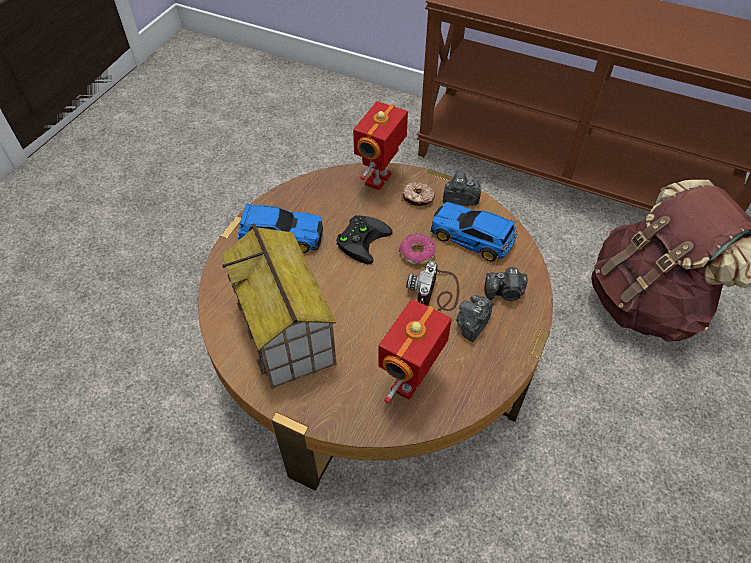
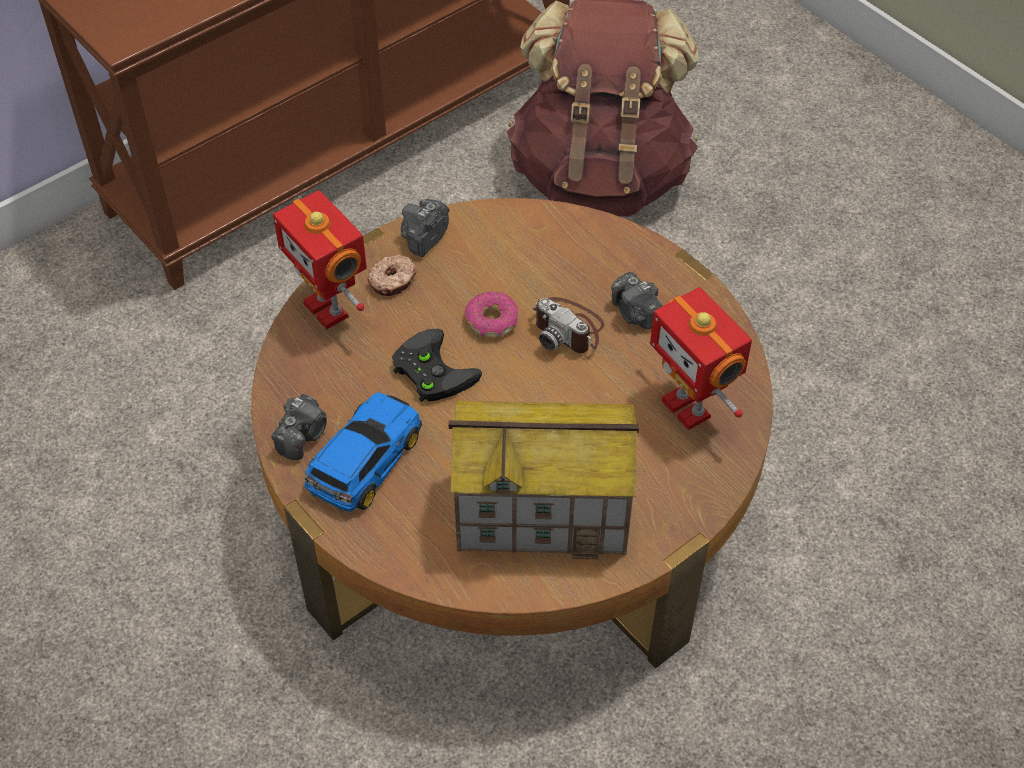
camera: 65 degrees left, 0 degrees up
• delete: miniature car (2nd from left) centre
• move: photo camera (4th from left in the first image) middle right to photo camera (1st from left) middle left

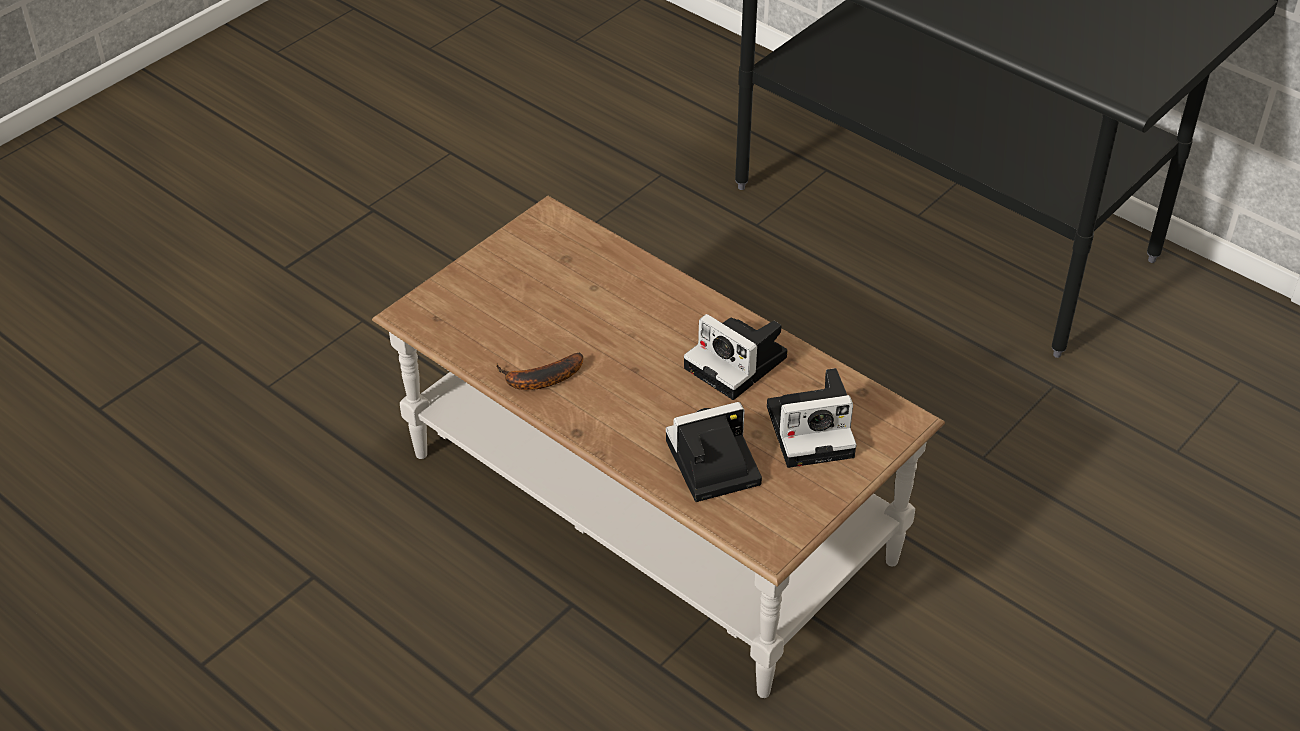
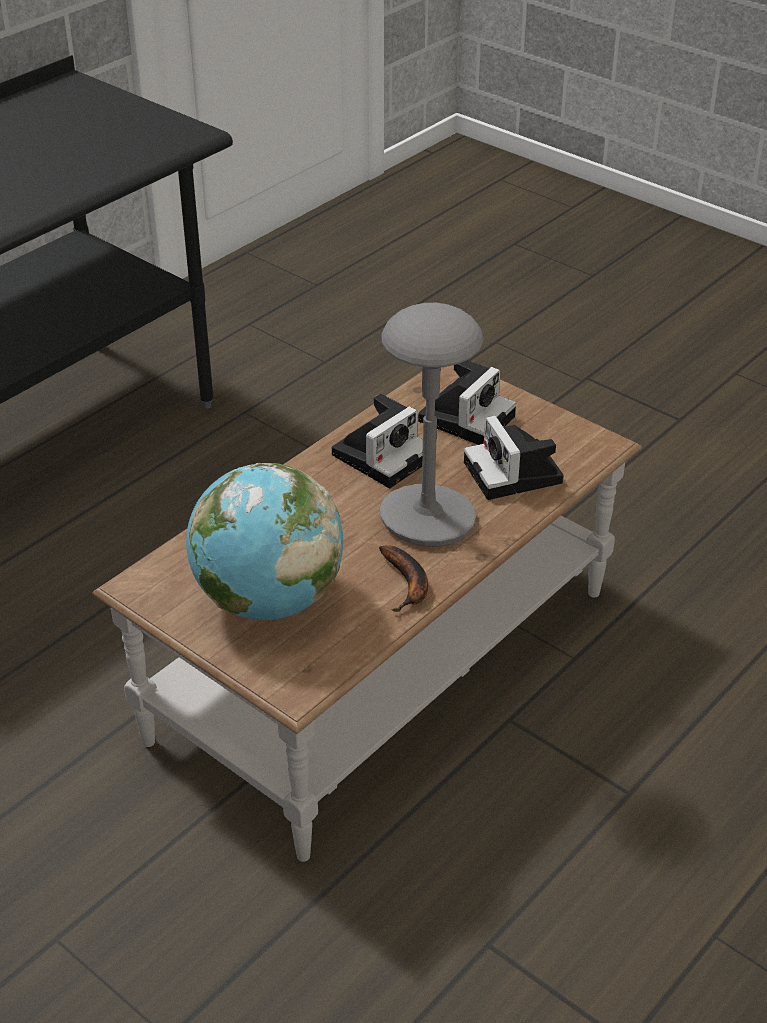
camera: 90 degrees left, 5 degrees down
• rotate: photo camera (3rd from left in the first image) centre = centre 45 degrees clockwise
• insert: grey lamp for a table centre
• insert: world globe centre

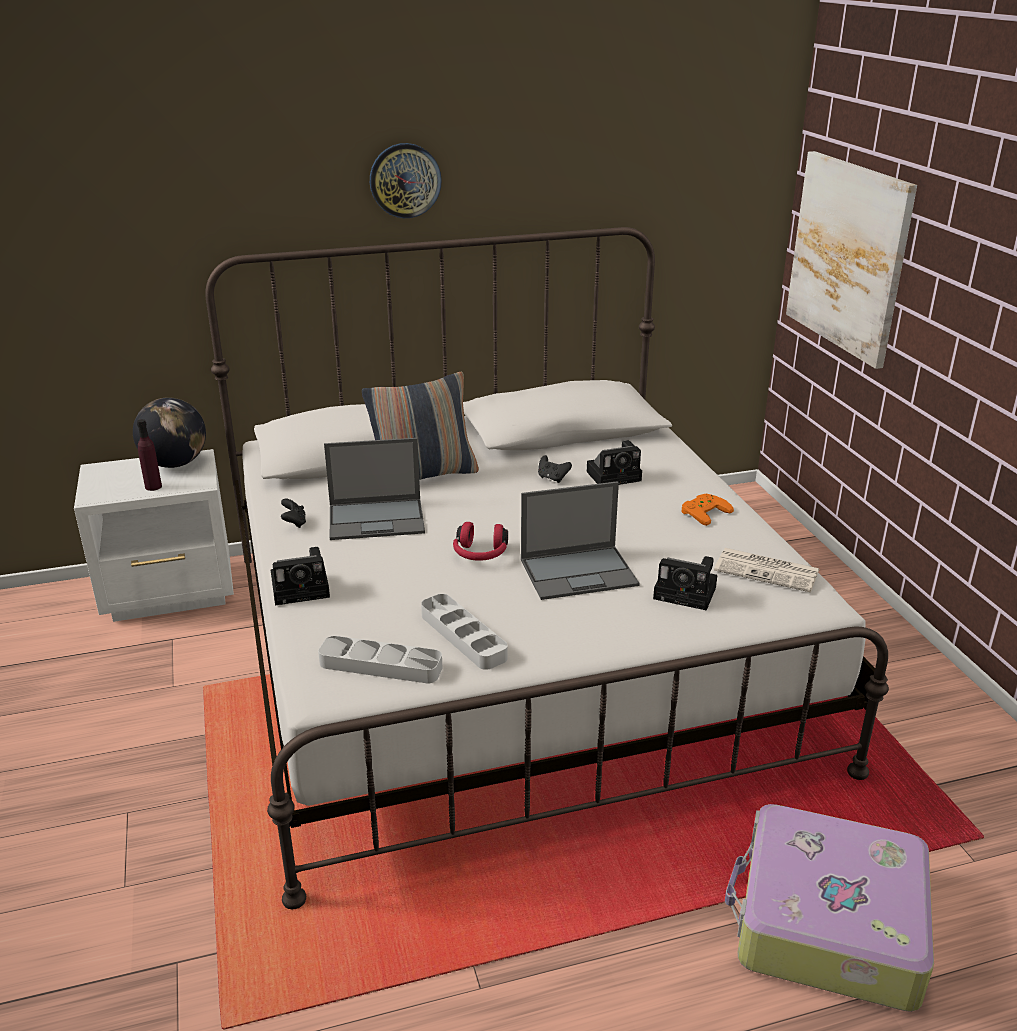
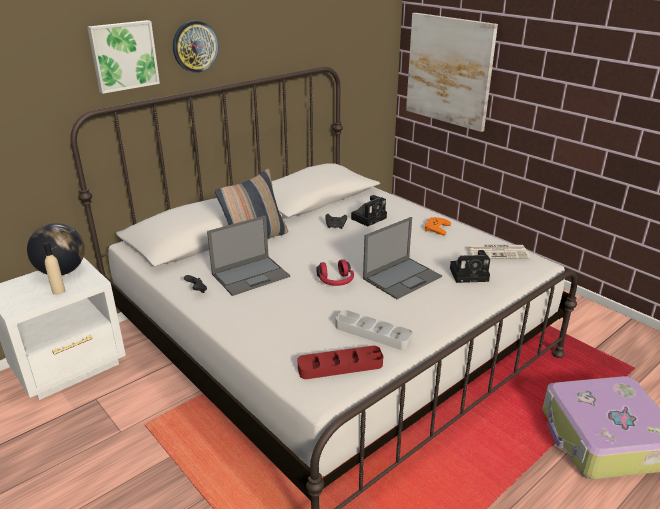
camera: 25 degrees left, 0 degrees up
• recolor: purple beverage bottle middle left to sand-coloured beverage bottle middle left
• delete: photo camera (1st from left) middle left
• recolor: grey carrying tray (1st from left) centre to red carrying tray bottom centre
• insert: wall art (1st from left) top left

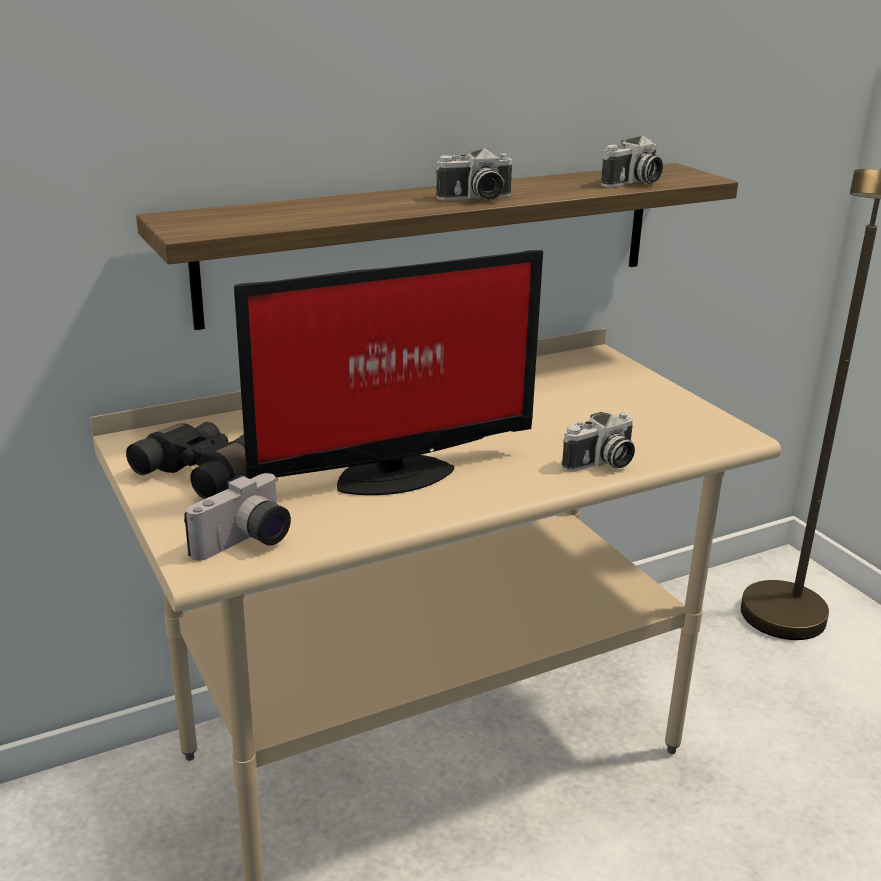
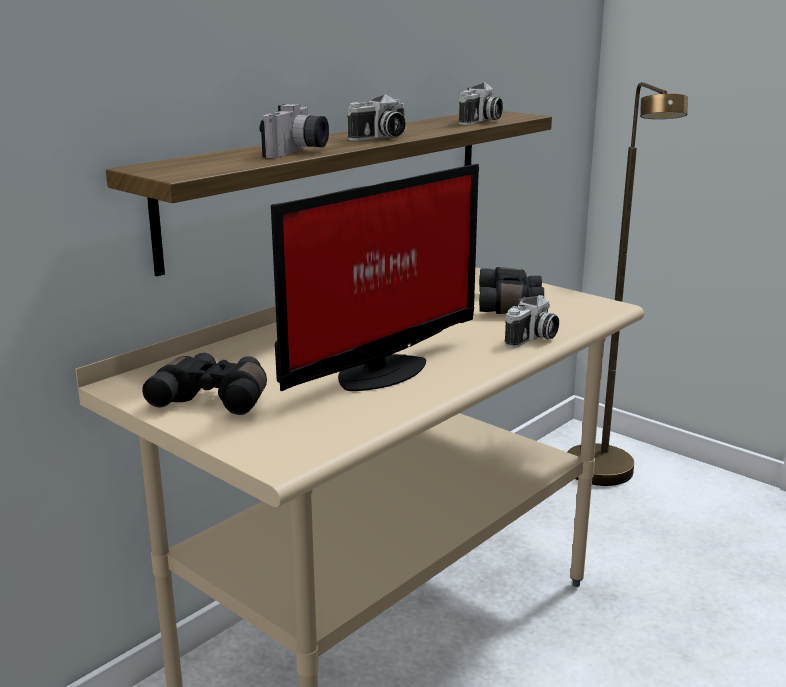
camera: 20 degrees left, 5 degrees down
• move: photo camera (1st from left) middle left to top centre
• insert: blackish binoculars (2nd from left) centre

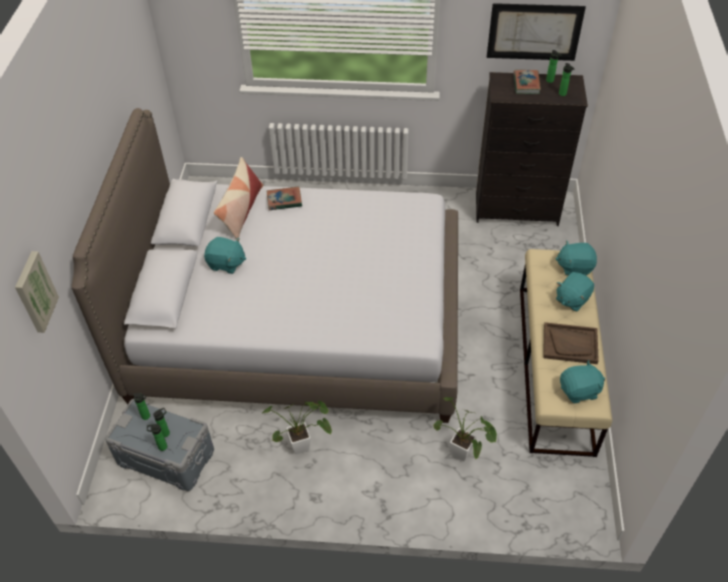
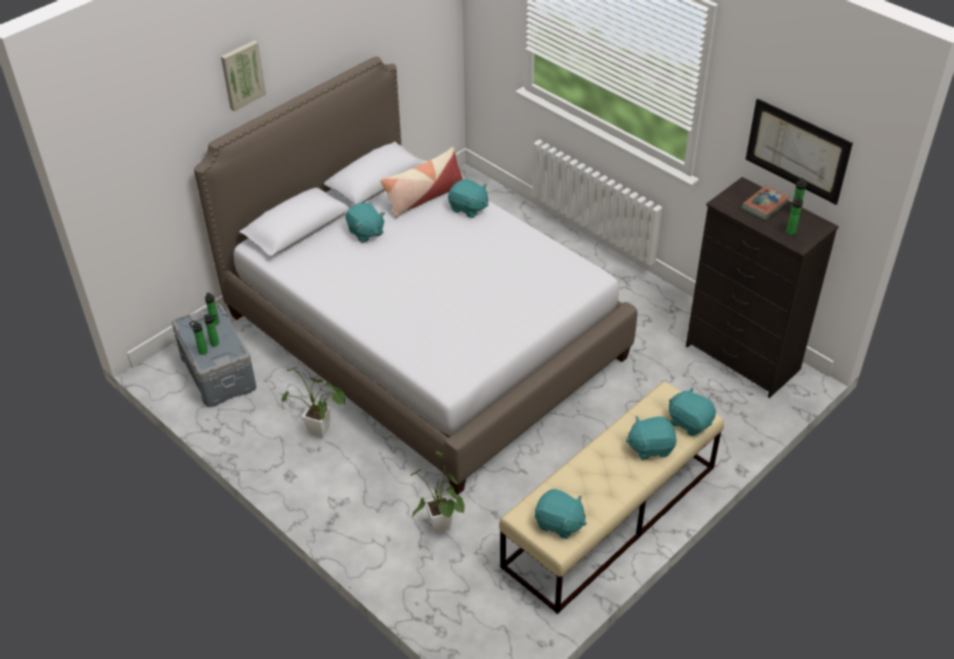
camera: 40 degrees right, 5 degrees down
• replace: bound book (1st from left) centre to turquoise cuddly toy (2nd from left) top centre
• move: wall art (1st from left) middle left to top left
• delete: brown-coloured carrying tray middle right

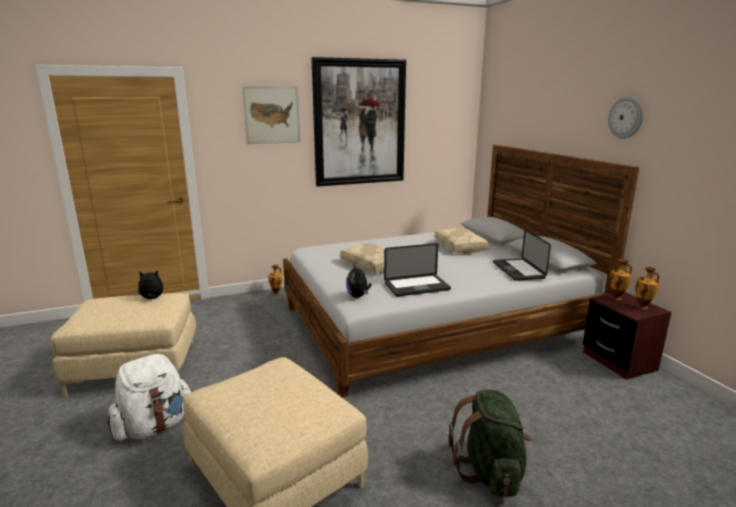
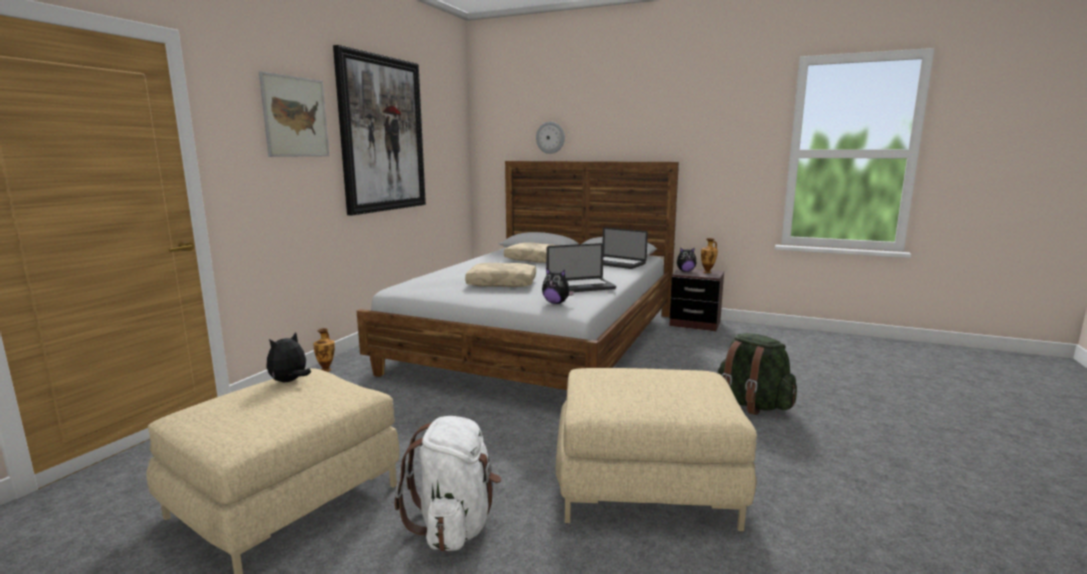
camera: 45 degrees left, 5 degrees down
• move: hanging clock top right to top centre
• rotate: laptop (1st from left) centre = centre 45 degrees clockwise
• replace: flower vase (2nd from left) middle right to cuddly toy (3rd from left) centre

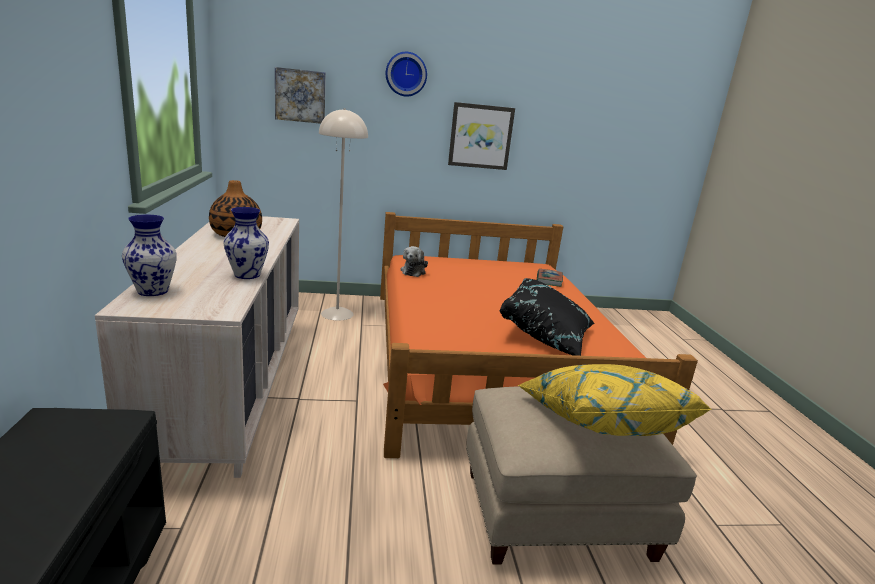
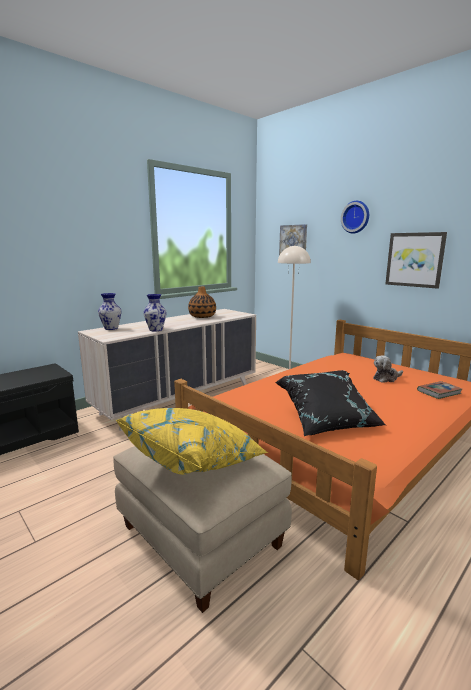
camera: 55 degrees right, 5 degrees down
• move: cuddly toy centre to middle right

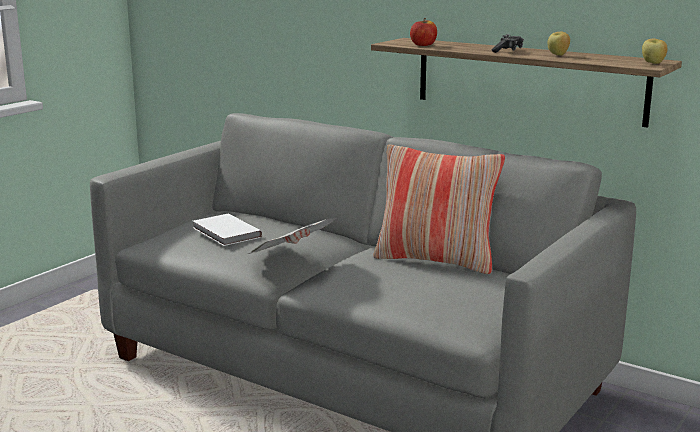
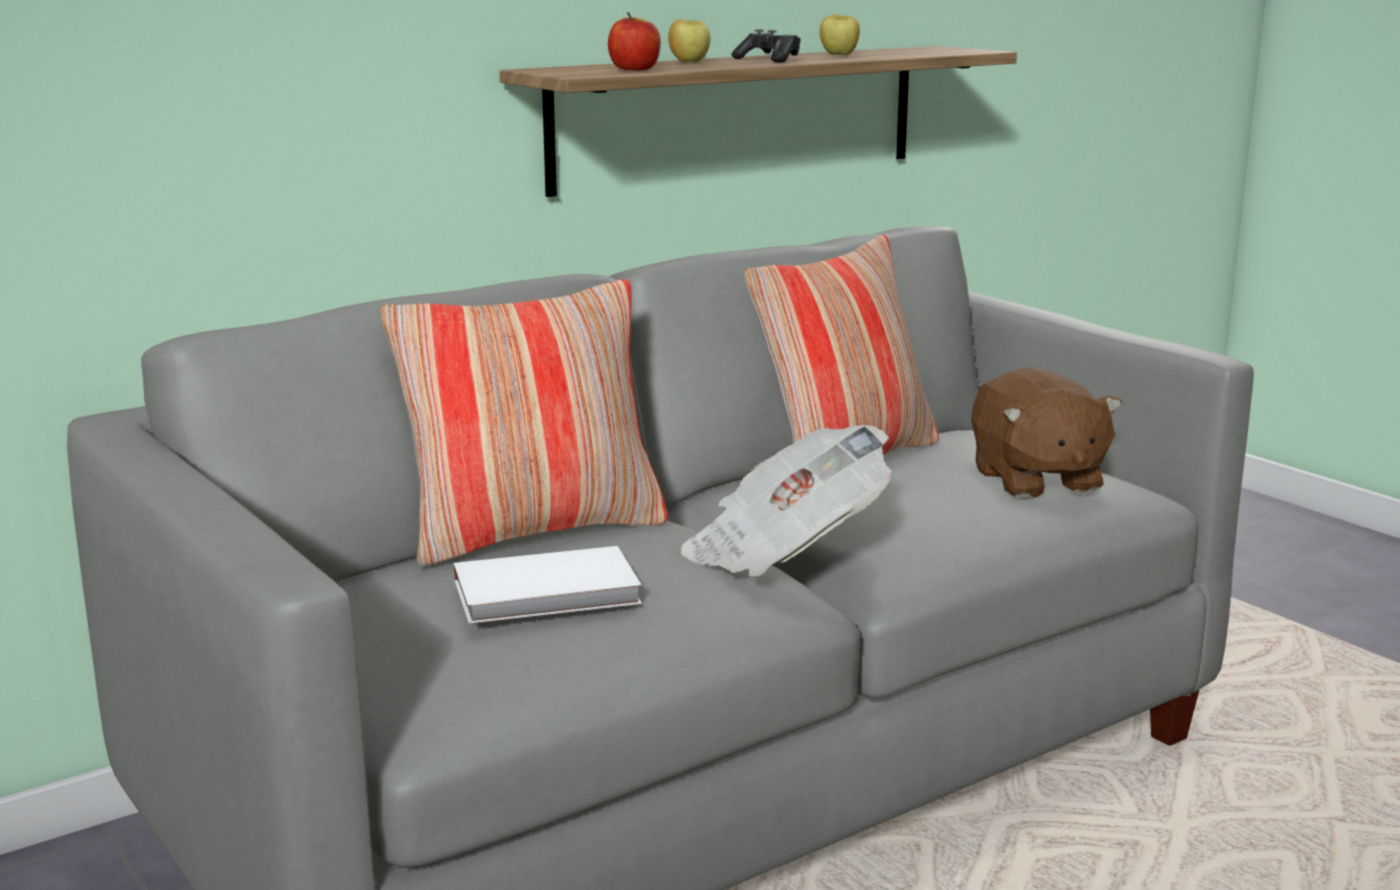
camera: 70 degrees left, 0 degrees up
• move: apple fruit (3rd from left in the first image) top right to apple fruit (2nd from left) top centre
• insert: throw pillow (1st from left) centre
• insert: brown-coloured cuddly toy middle right

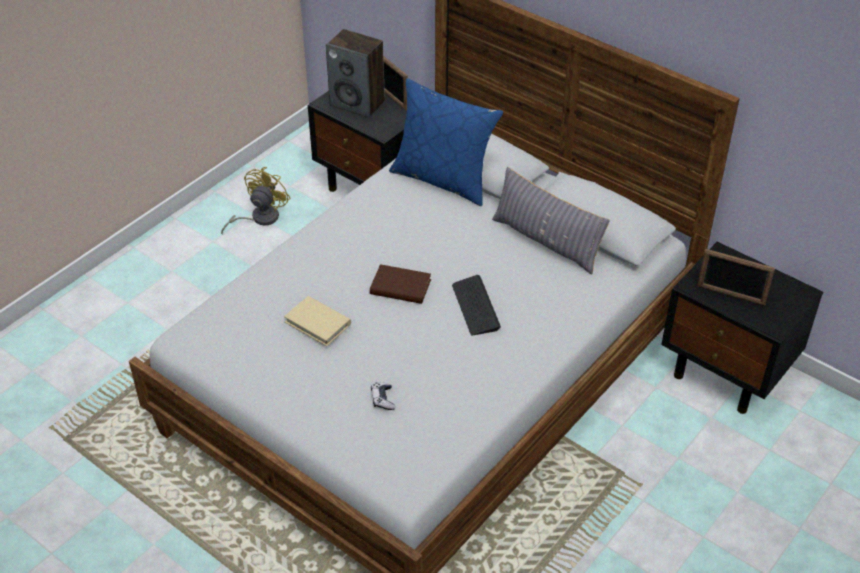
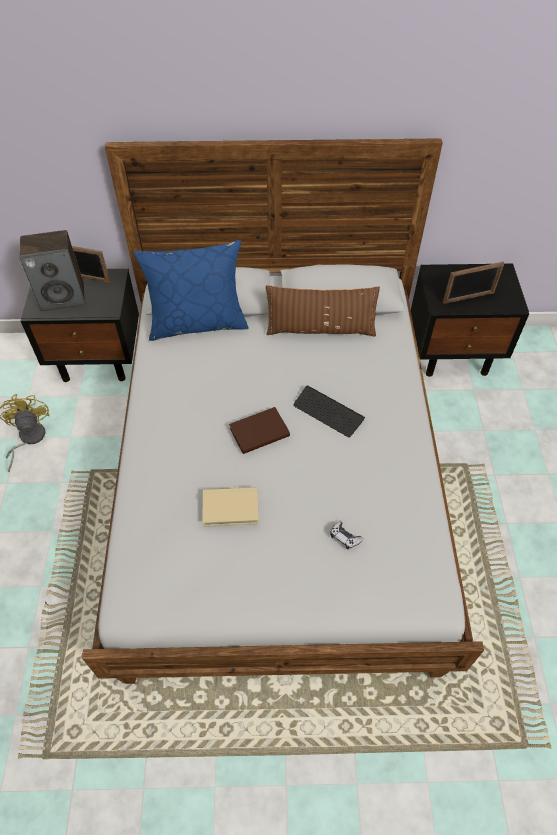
camera: 40 degrees left, 10 degrees up
• recolor: grey throw pillow centre to brown-coloured throw pillow centre

